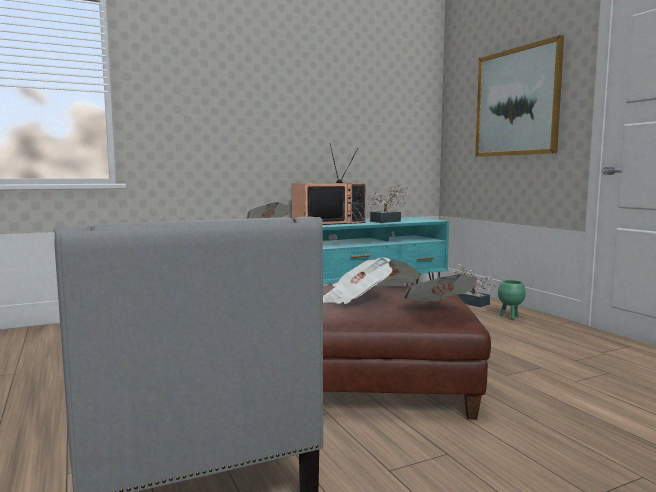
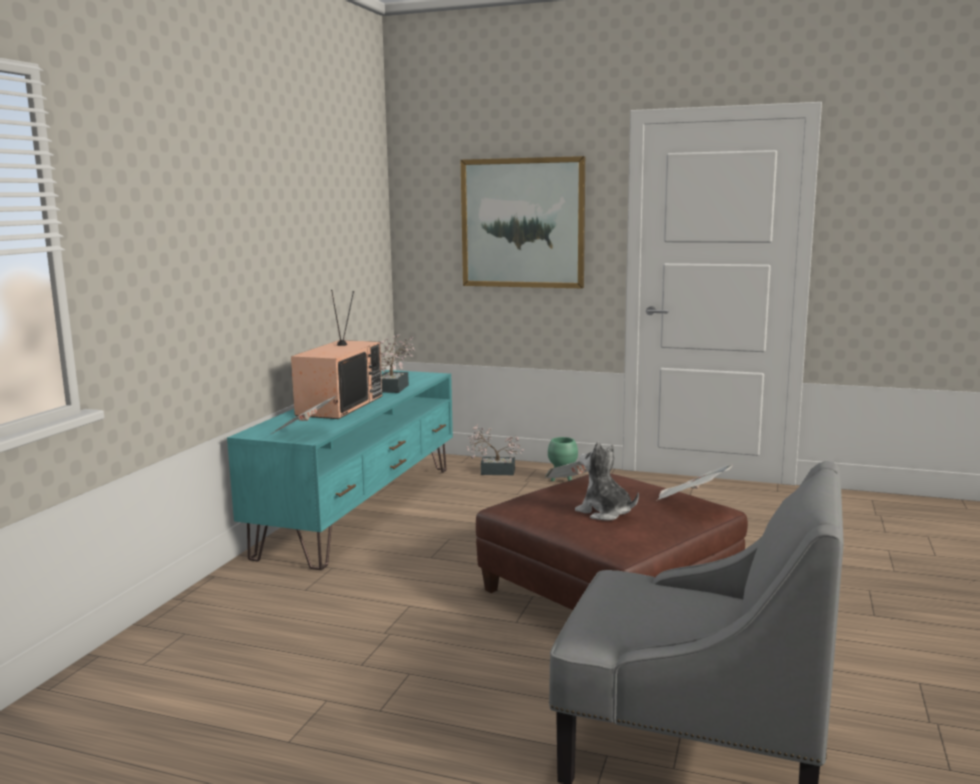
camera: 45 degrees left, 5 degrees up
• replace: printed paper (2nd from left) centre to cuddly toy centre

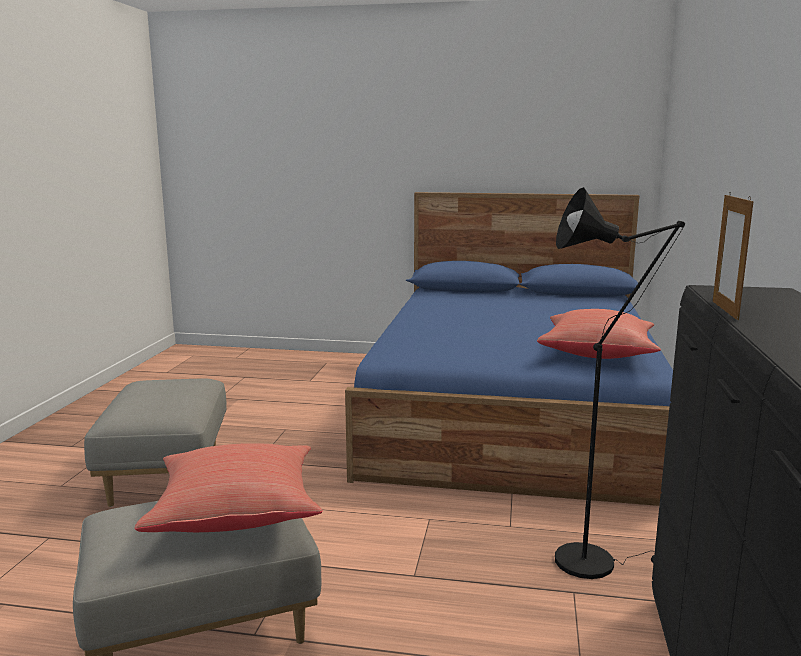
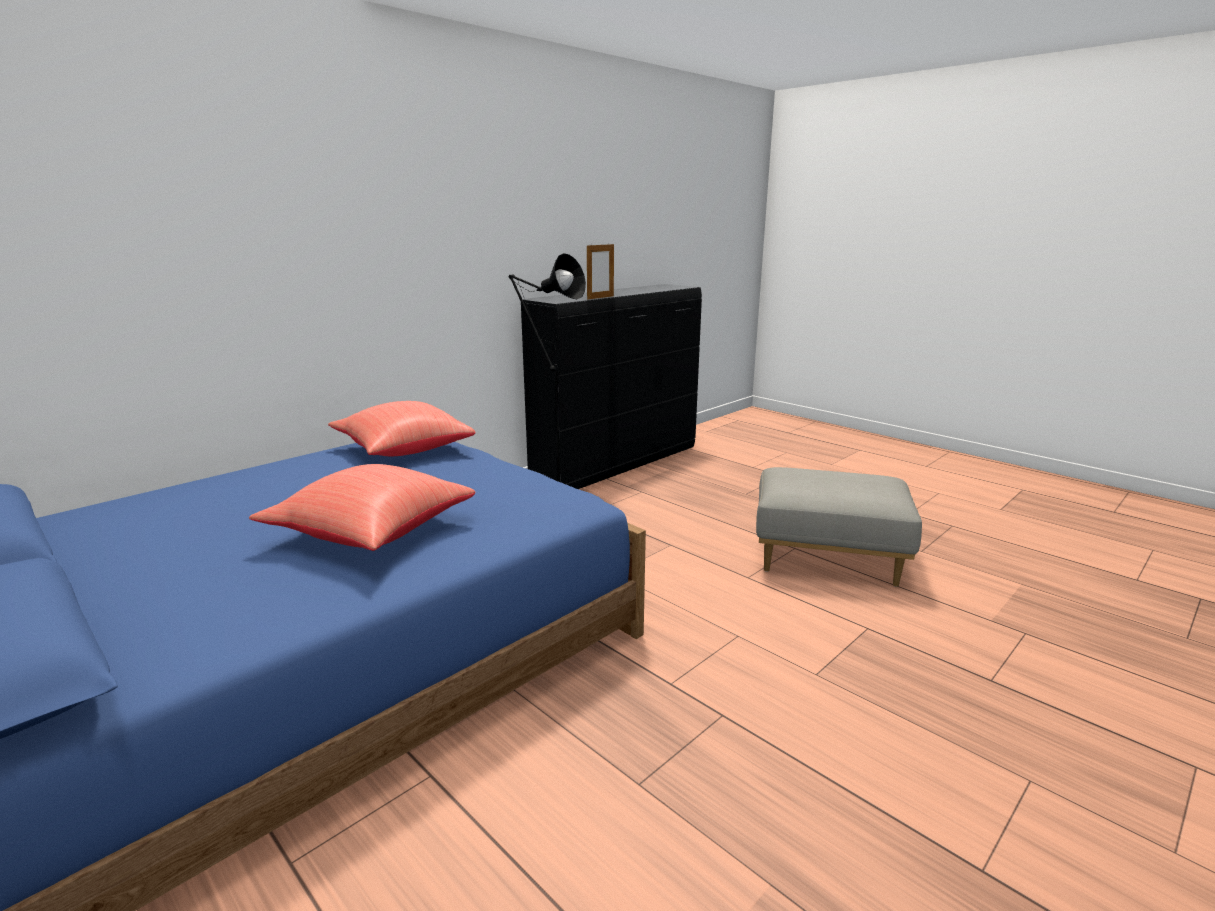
camera: 145 degrees left, 5 degrees up
• delete: grey ottoman (1st from left) bottom left
• move: red throw pillow (1st from left) bottom left to middle left

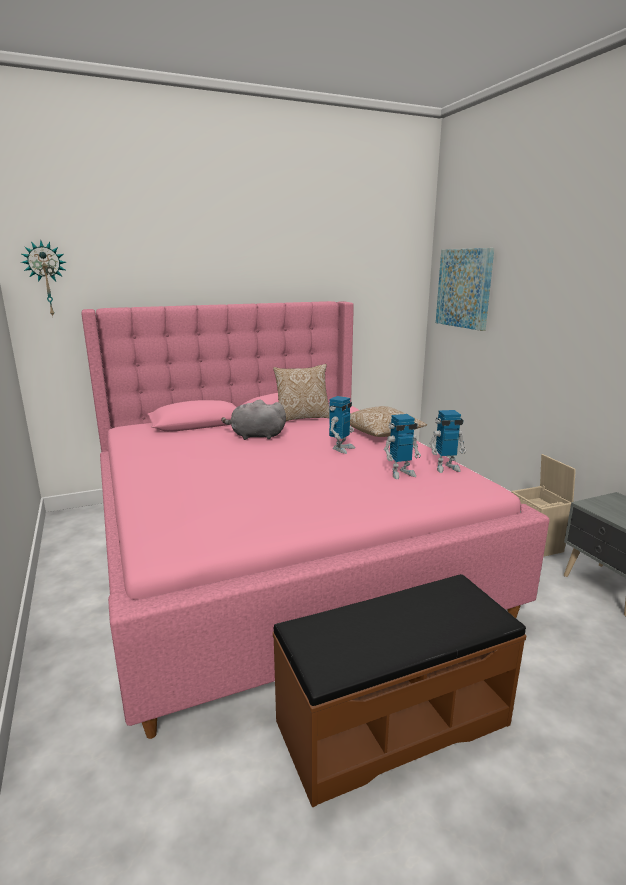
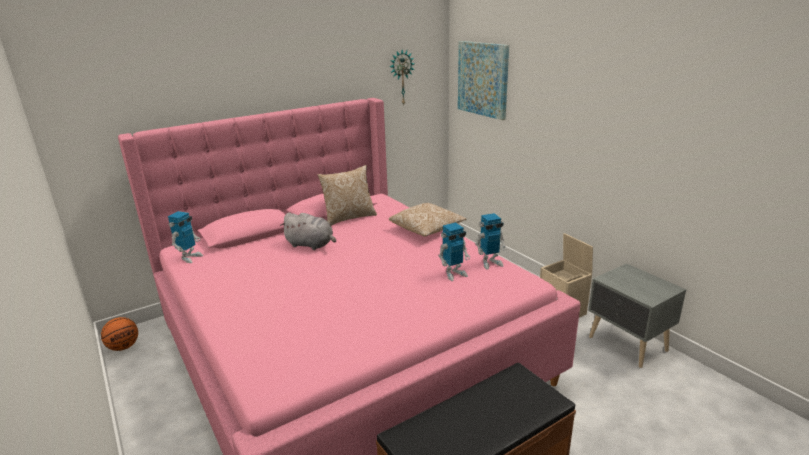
camera: 10 degrees left, 5 degrees up
• move: hanging clock top left to top centre
• move: robot figure (1st from left) centre to middle left
• rotate: grey cuddly toy centre = centre 150 degrees counterclockwise
• insert: basketball ball bottom left

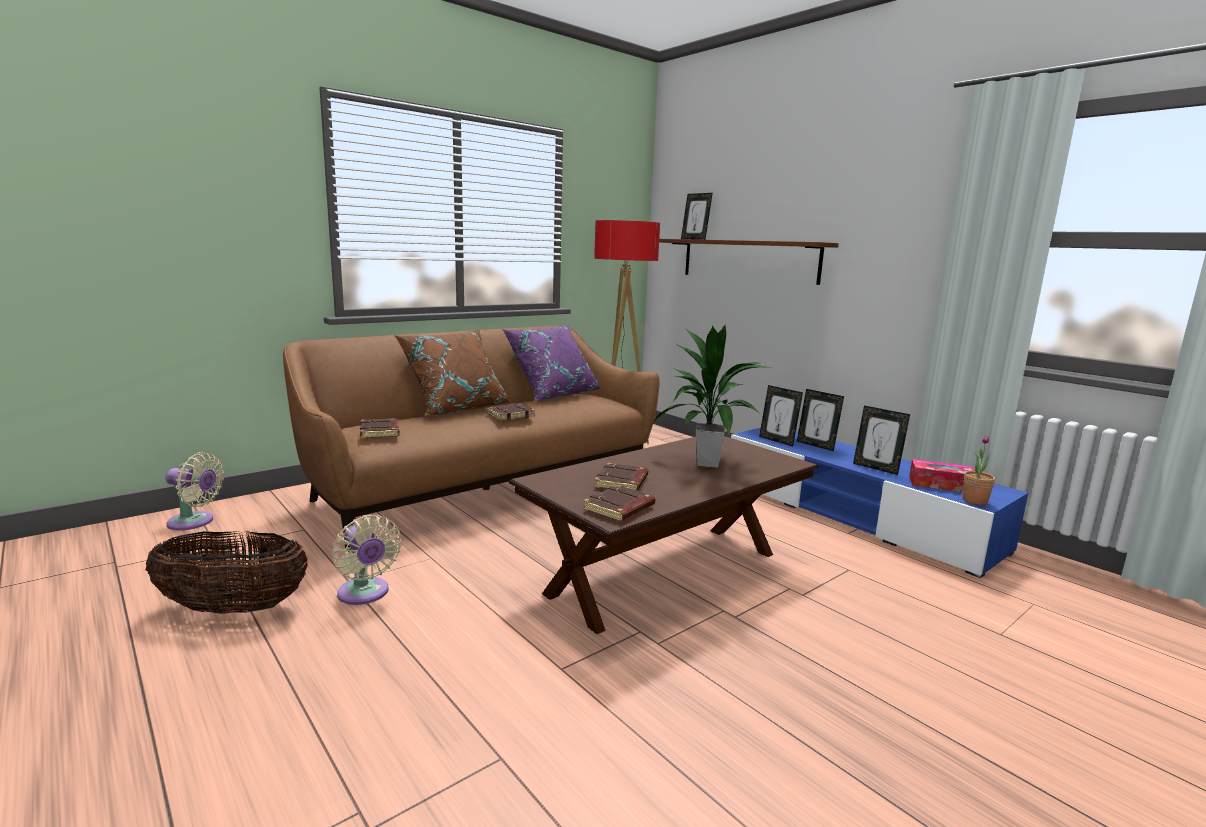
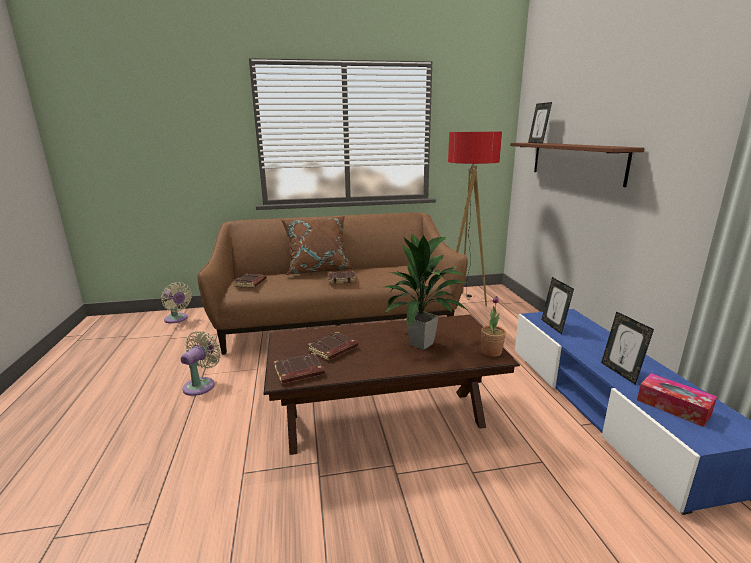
camera: 30 degrees right, 5 degrees up
• delete: purple throw pillow centre
• delete: standing frame (3rd from left) middle right
• move: potted plant (2nd from left) middle right to centre
• rotate: sand-coloured fan (2nd from left) bottom left = middle left 150 degrees counterclockwise
• delete: storage basket bottom left

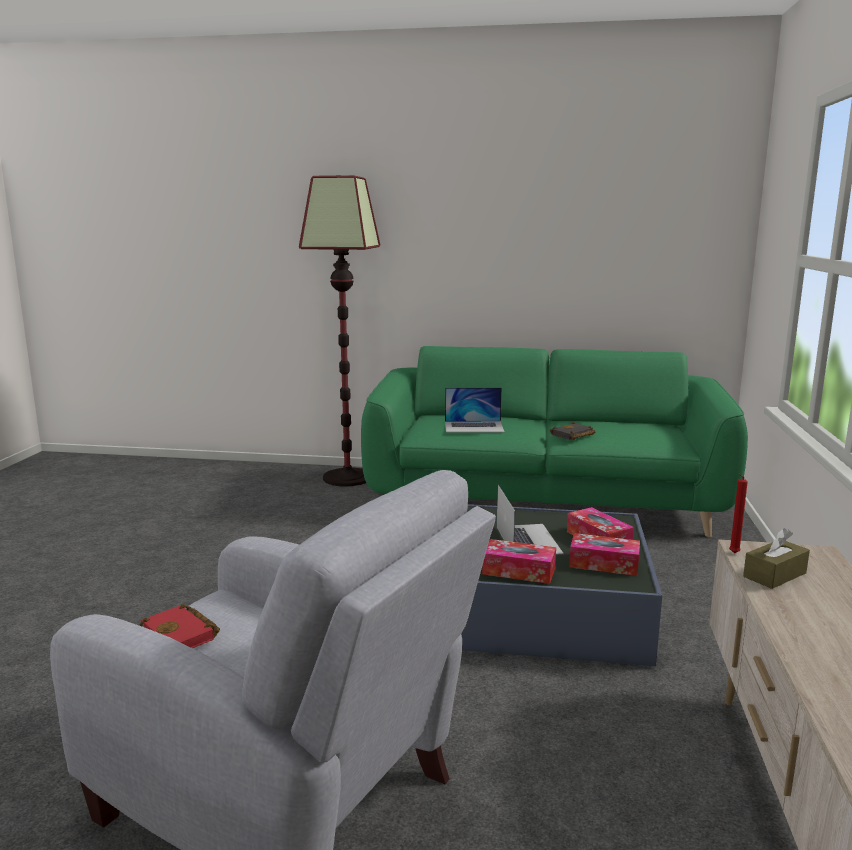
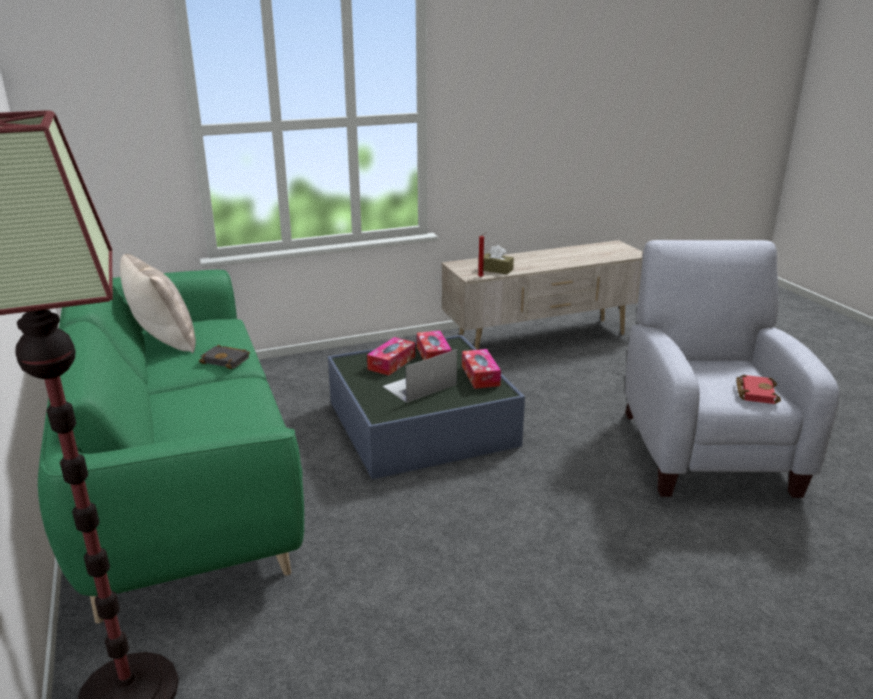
camera: 120 degrees left, 10 degrees up
• delete: laptop (1st from left) centre
• insert: sand-coloured throw pillow middle left

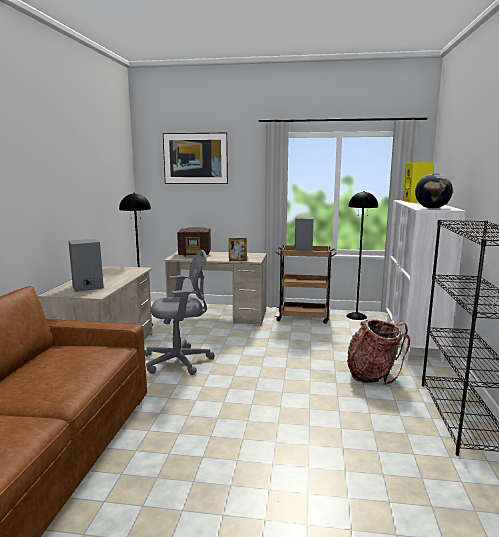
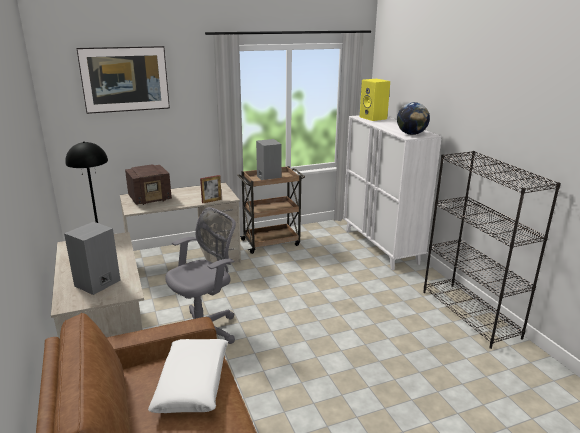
camera: 30 degrees left, 10 degrees up
• delete: blackish floor lamp (2nd from left) middle right
• delete: knapsack middle right
• insert: whitish throw pillow bottom left

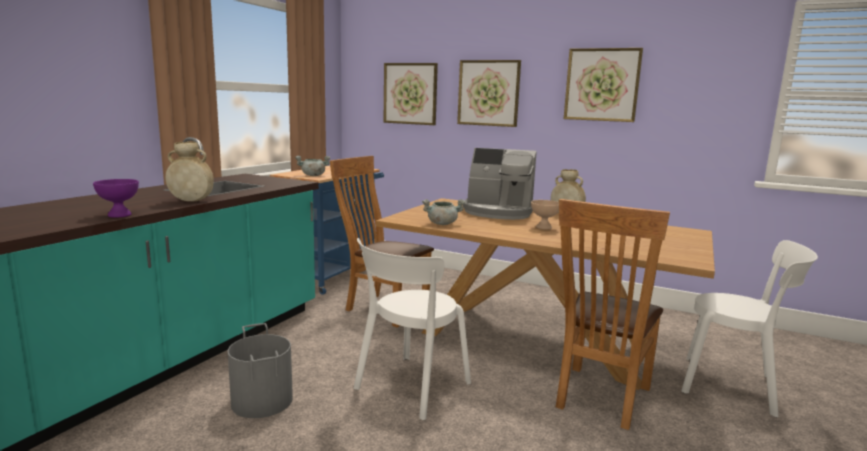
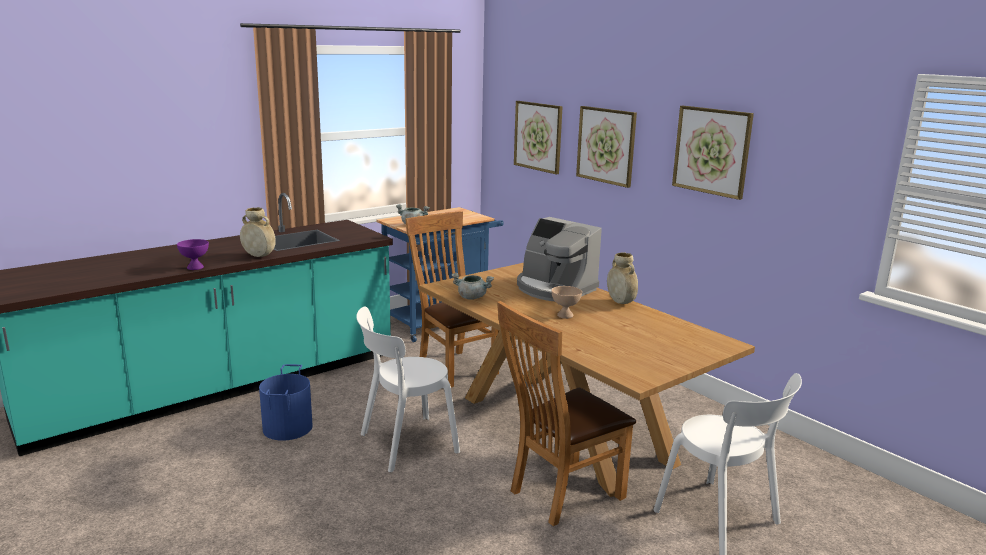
camera: 25 degrees right, 5 degrees up
• recolor: grey bucket bottom left to blue bucket bottom left

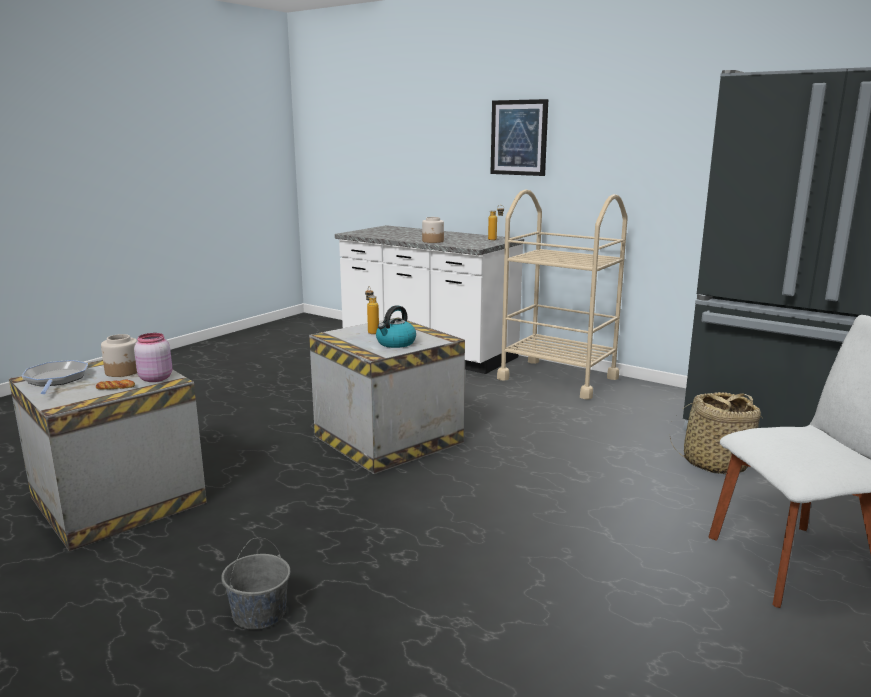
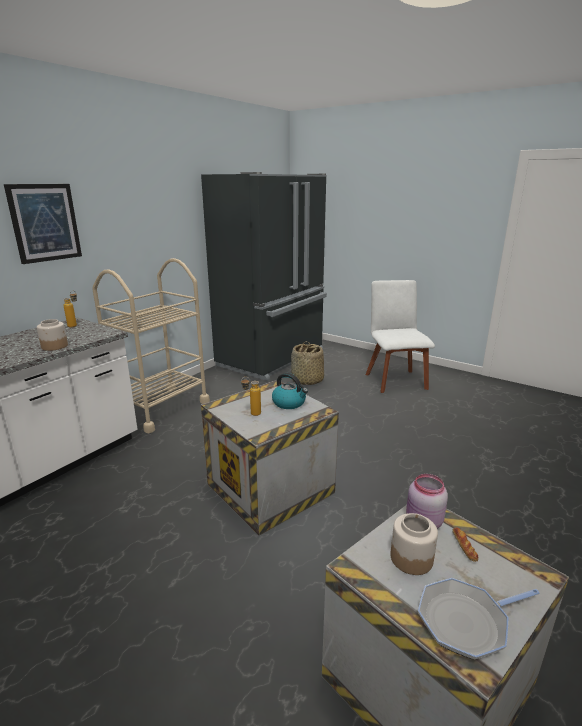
camera: 90 degrees left, 5 degrees up
• delete: grey bucket bottom left

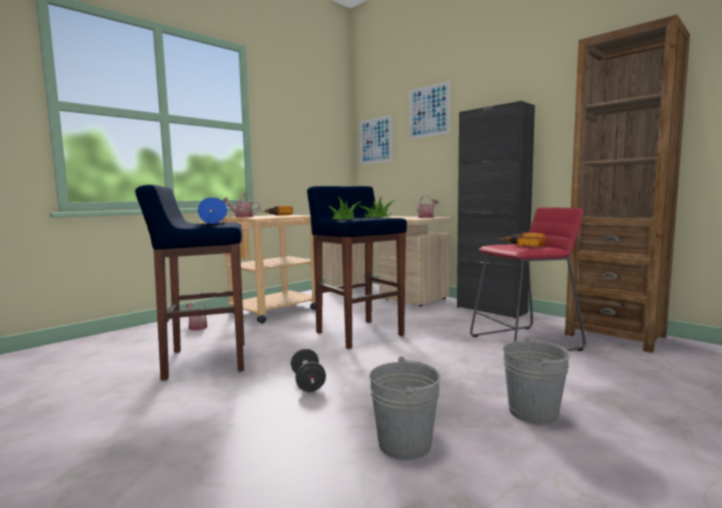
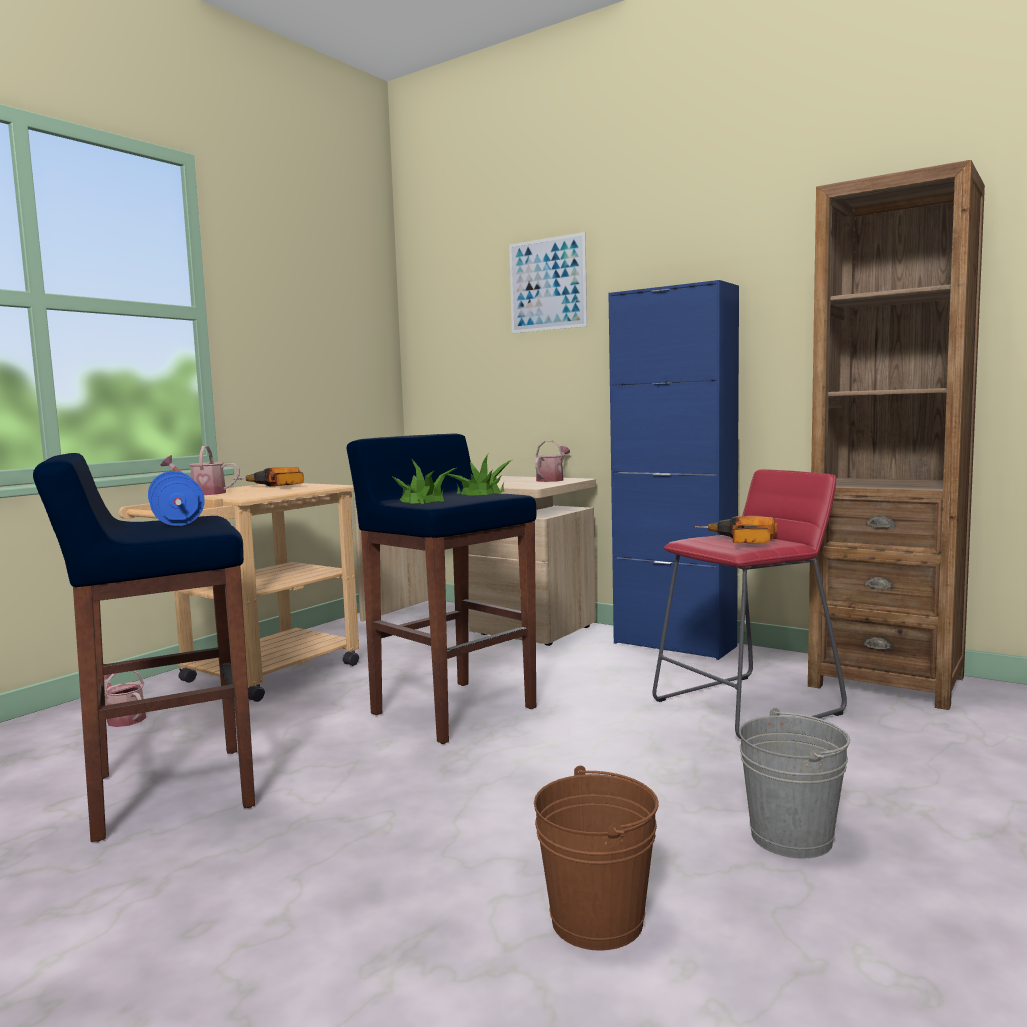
camera: 10 degrees left, 0 degrees up
• recolor: blackish cupboard middle right to blue cupboard centre
• delete: wall art (1st from left) top centre
• delete: blackish hand weight bottom centre
• recolor: grey bucket (1st from left) bottom centre to brown-coloured bucket bottom centre

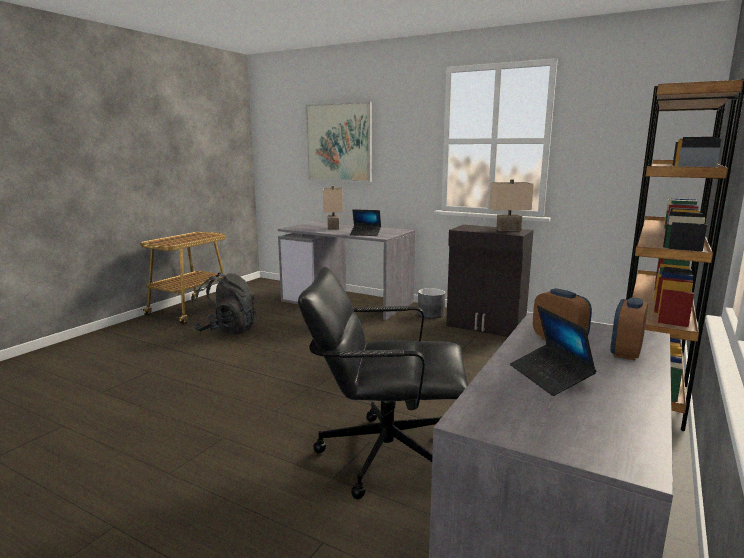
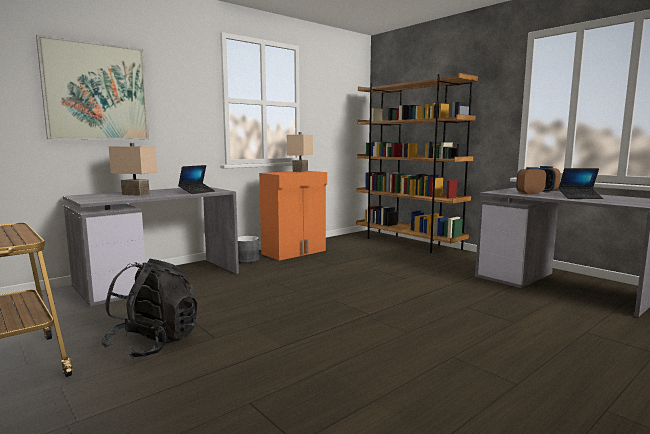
camera: 70 degrees left, 5 degrees down
• recolor: blackish cupboard centre to orange cupboard centre
• delete: blackish computer chair bottom centre

